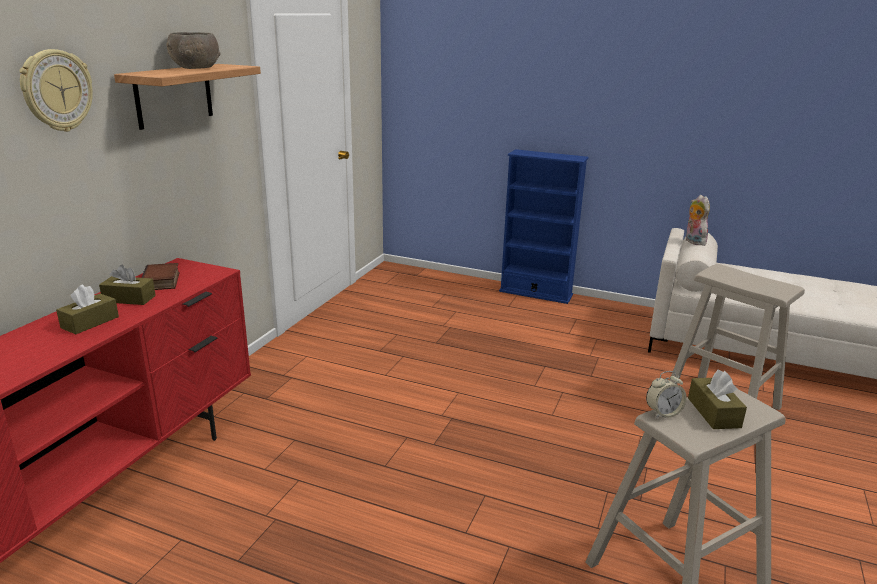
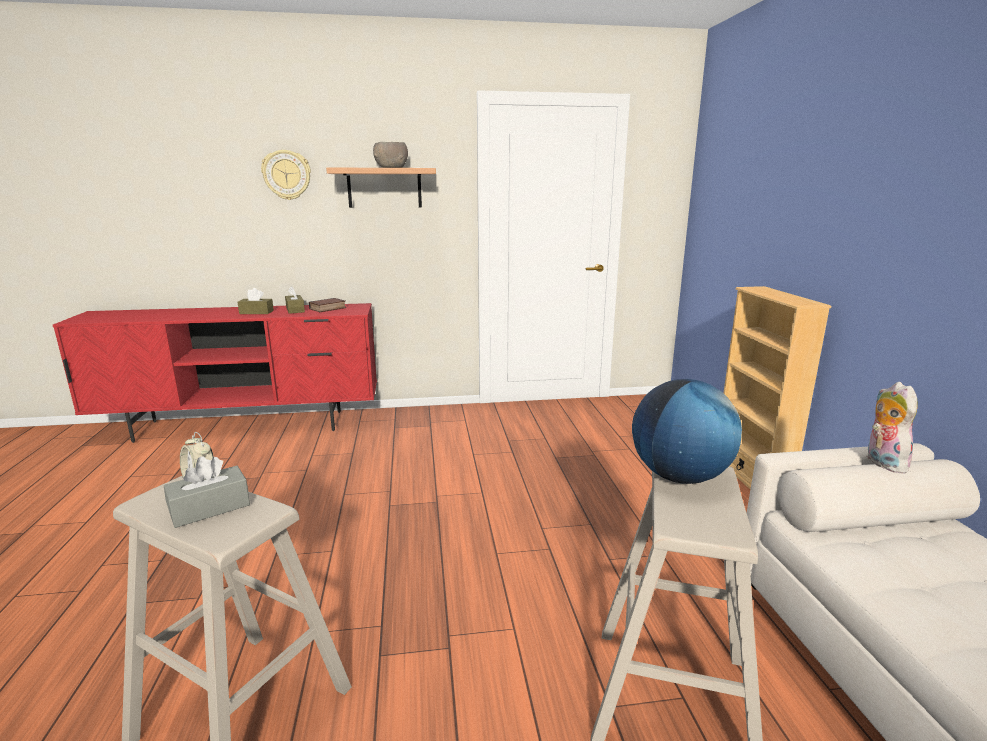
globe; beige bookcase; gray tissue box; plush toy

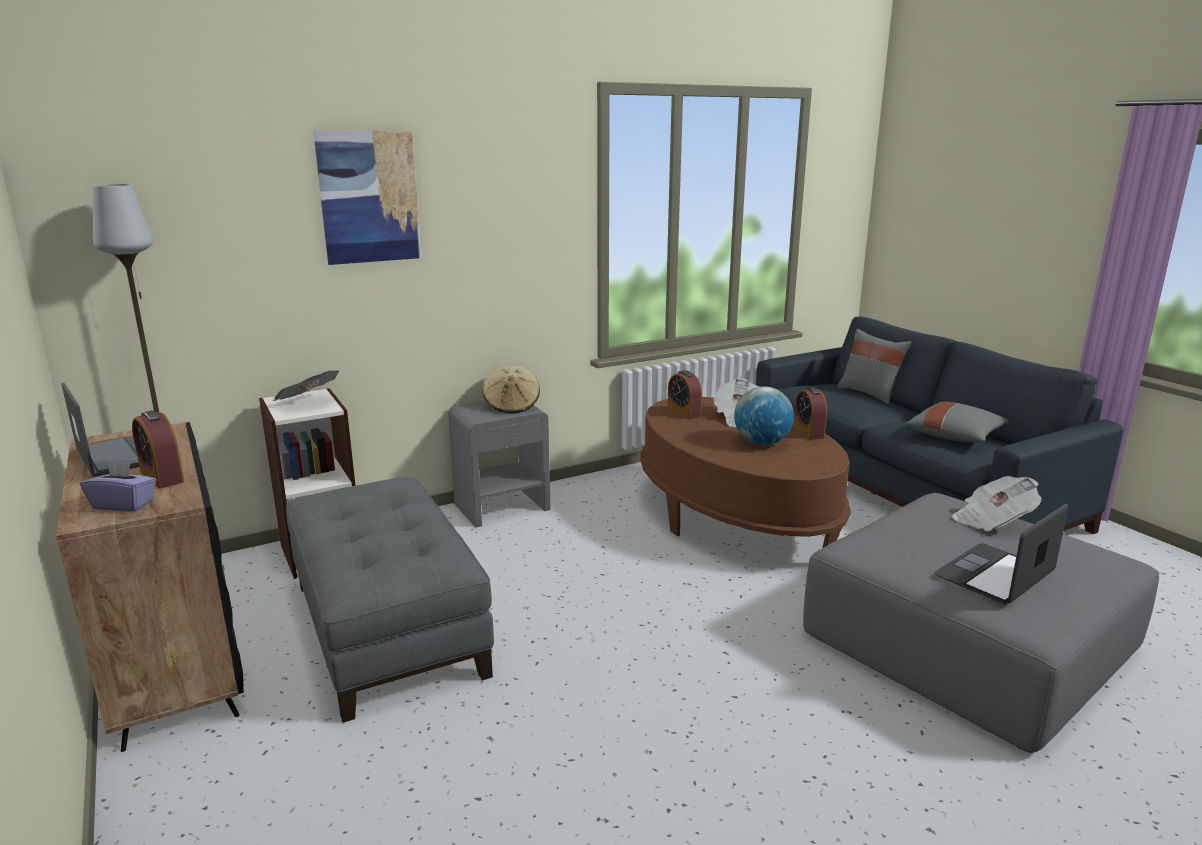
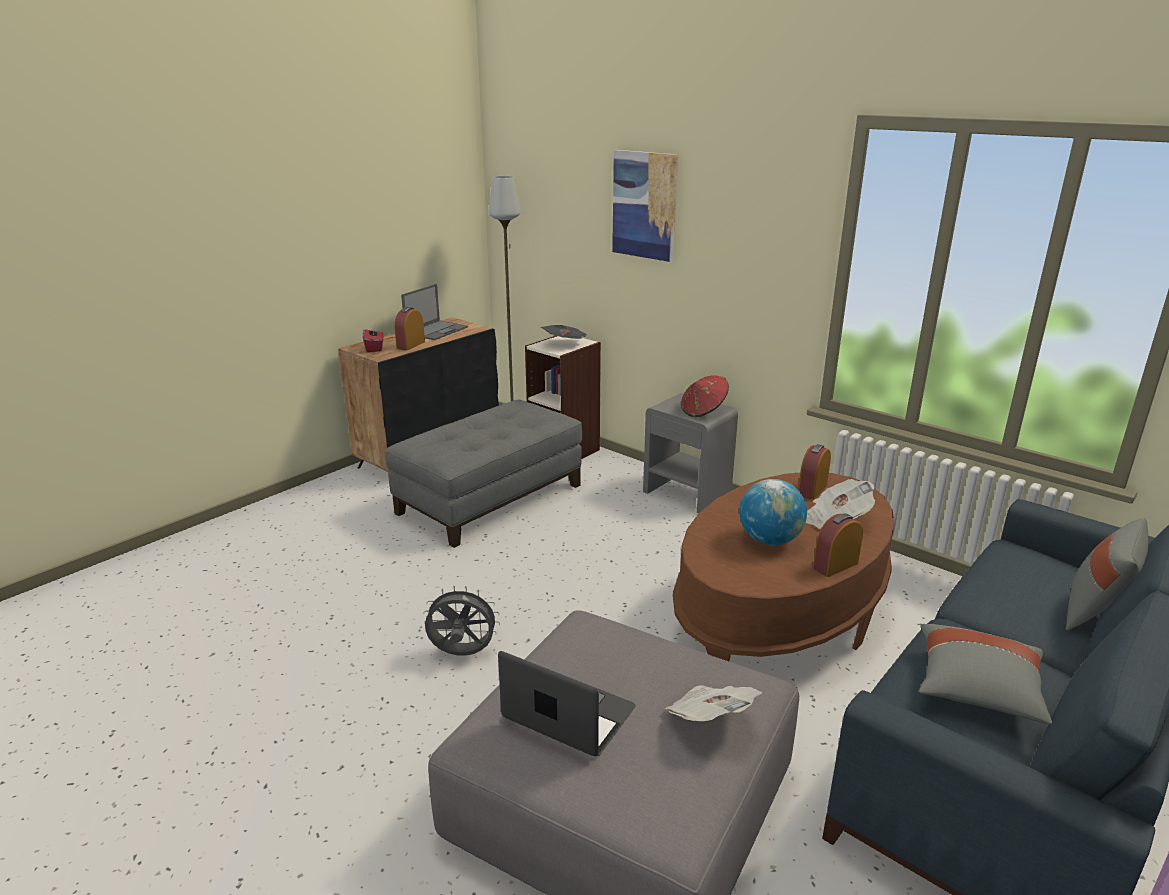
gray cooling fan; red-coloured tissue box; red-coloured wearable hat

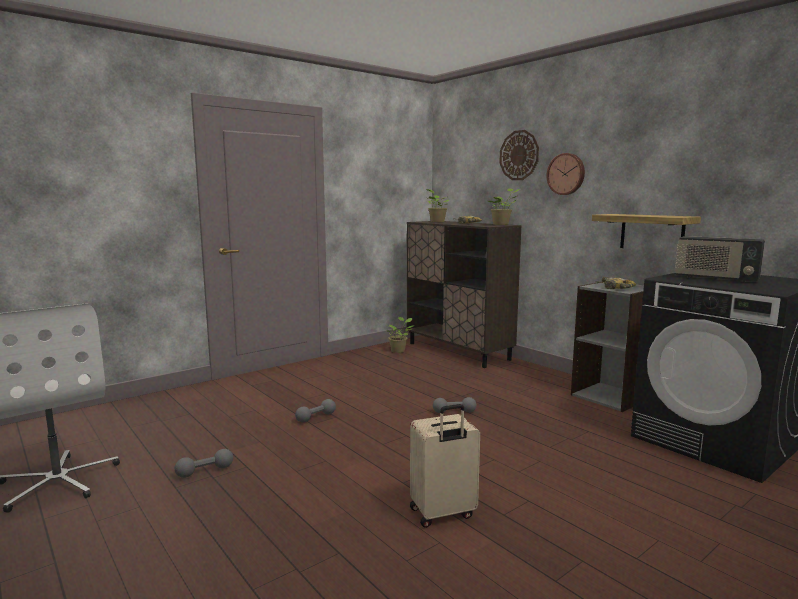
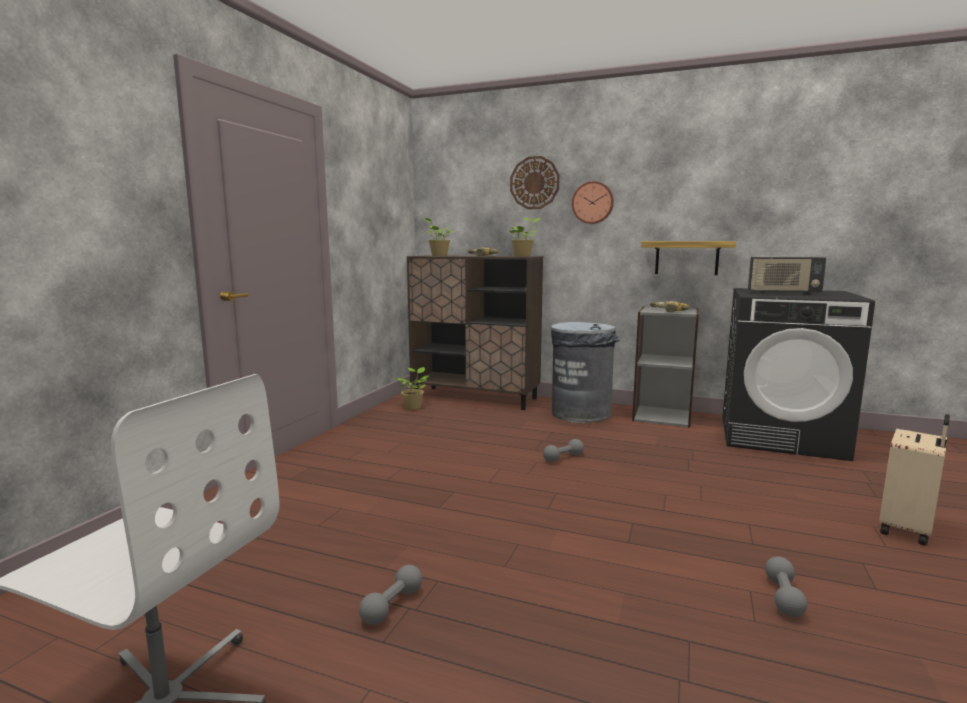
gray trash can; gray dumbbell (no. 3 from left); beige travel case

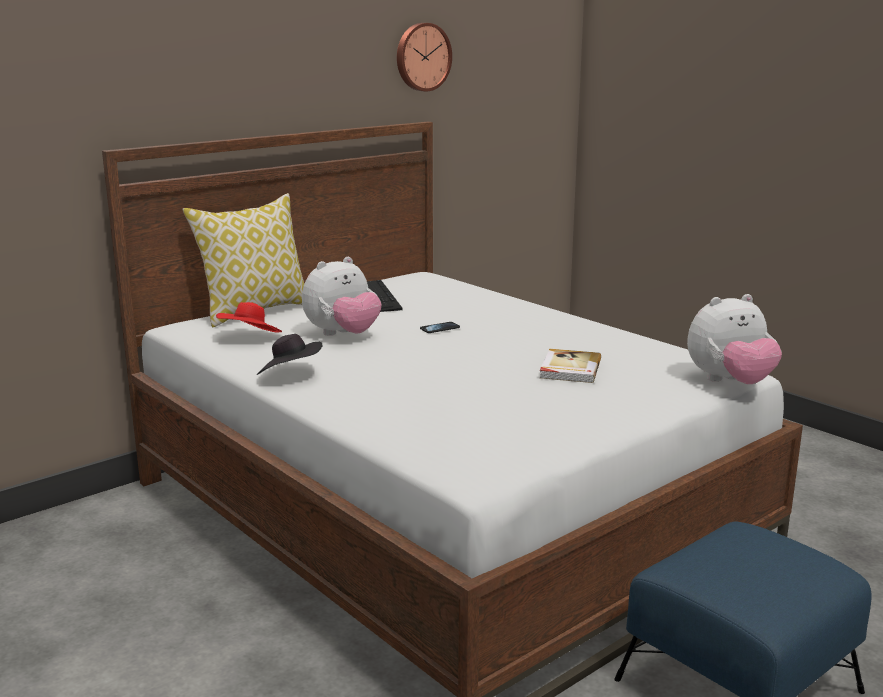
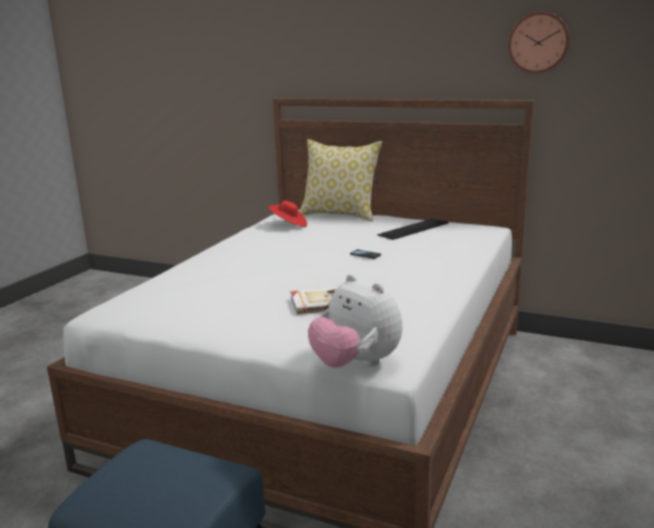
black-coloured wearable hat; plush toy (no. 1 from left in the first image)

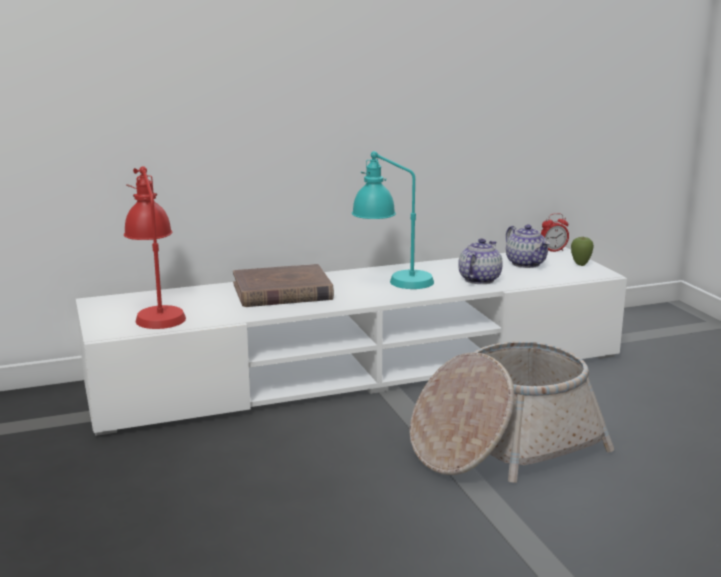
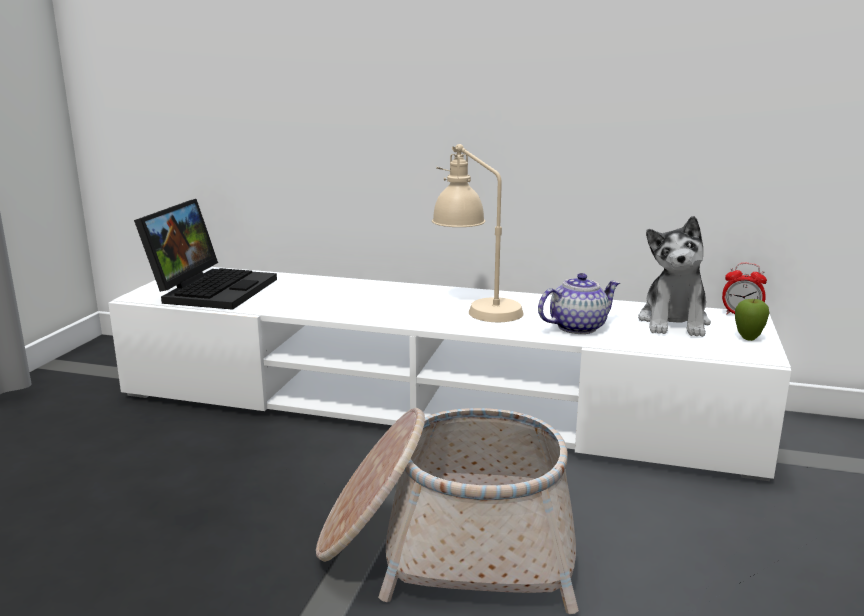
brownish book; portable computer; plush toy; beige lamp for a table

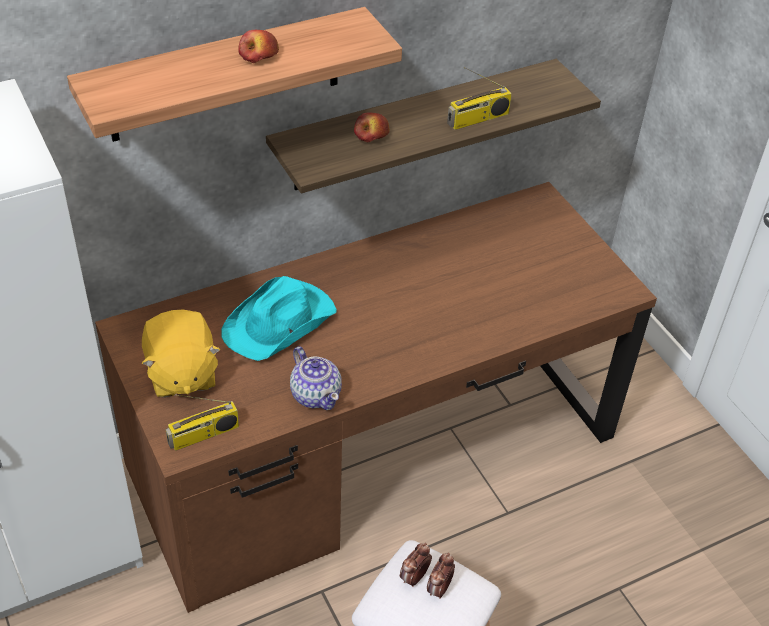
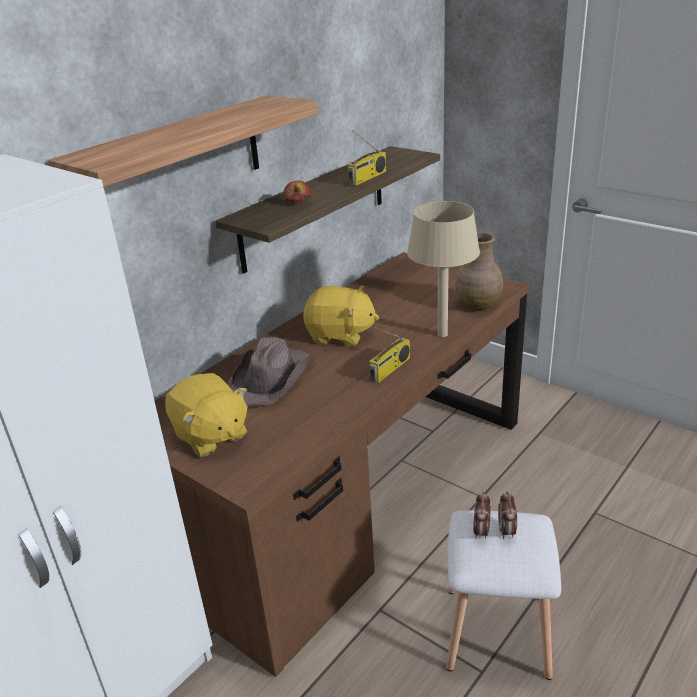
apple (no. 1 from left in the first image); teapot; yellow-coloured plush toy (no. 2 from left); beige lamp for a table; brownish flower vase; radio set (no. 2 from left); brownish wearable hat

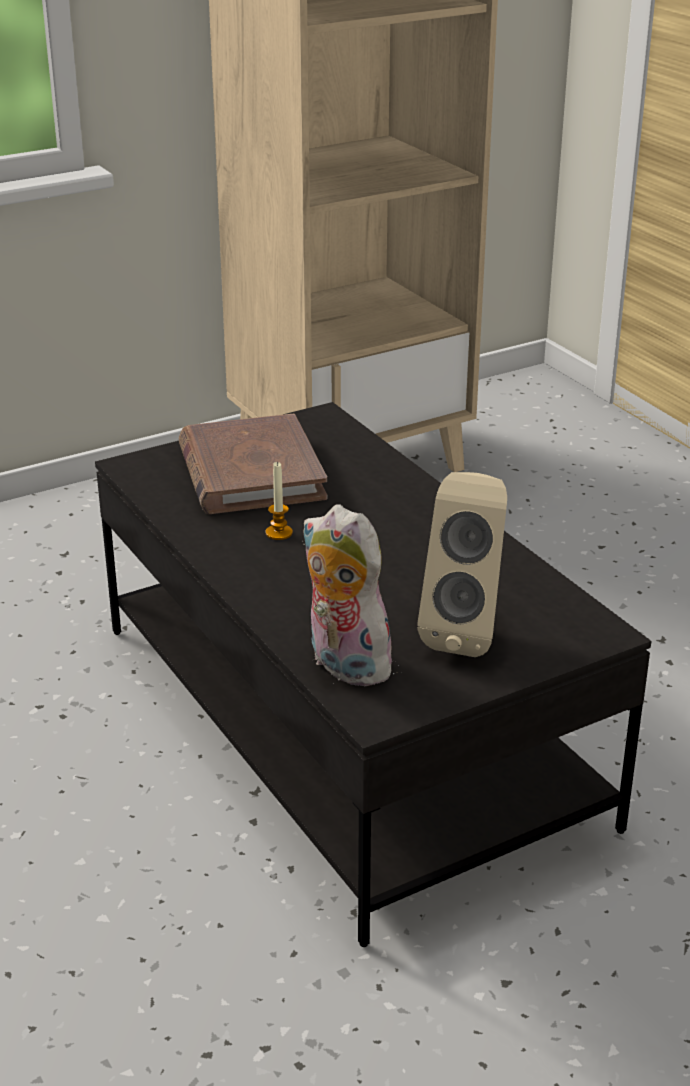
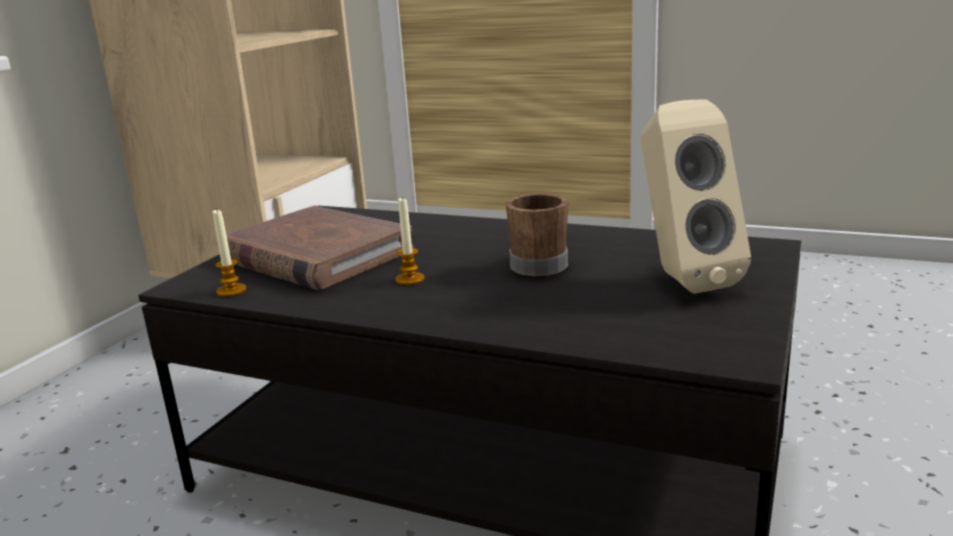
plush toy; wax candle (no. 1 from left); brownish coffee mug

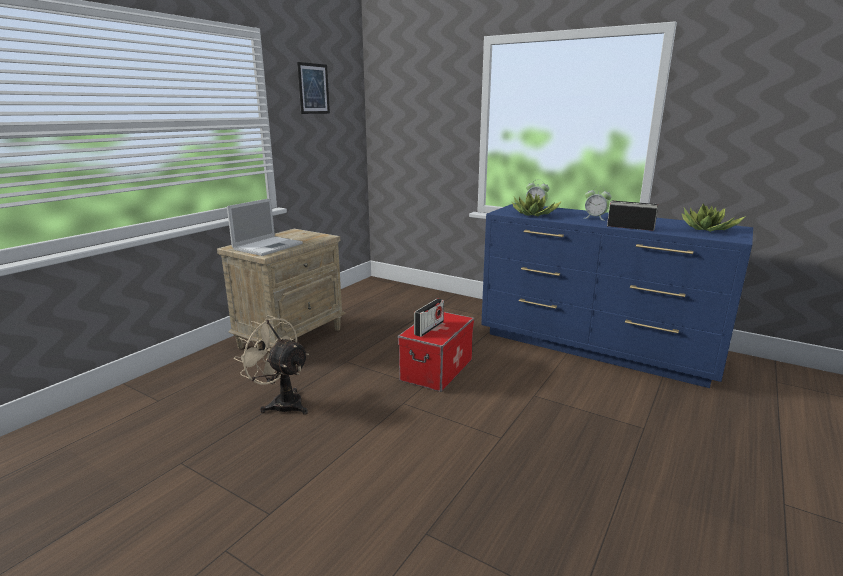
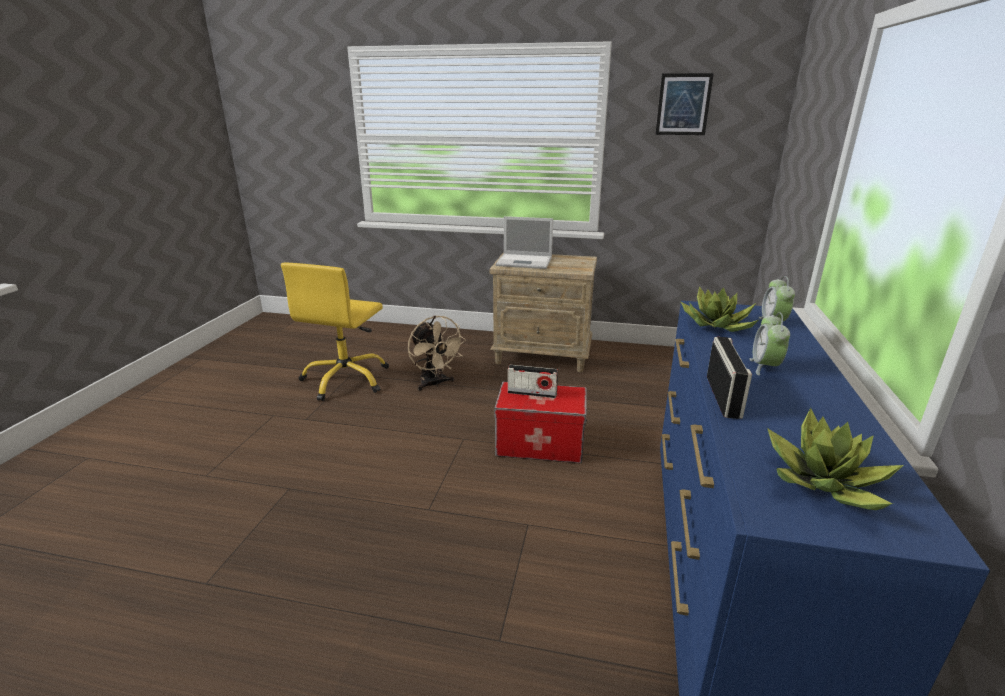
yellow-coloured computer chair; beige cooling fan

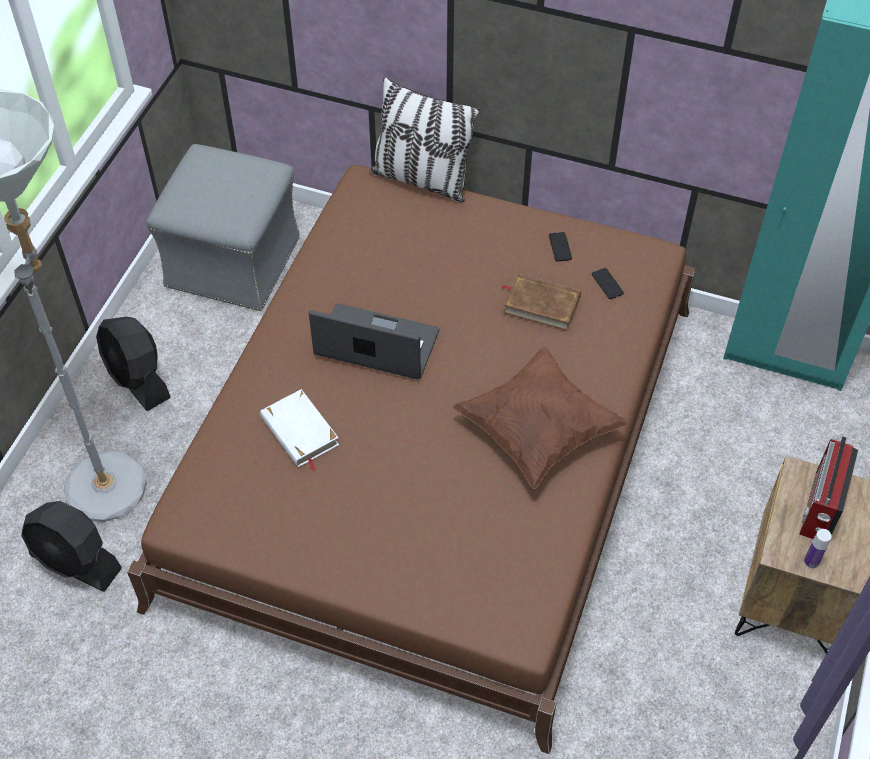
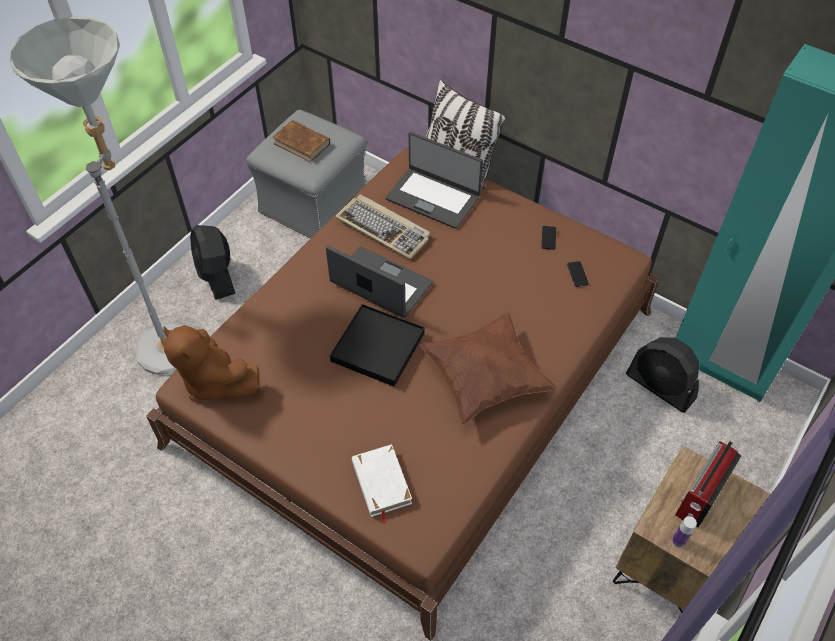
brownish plush toy; black-coloured carrying tray; PC keyboard; portable computer (no. 2 from left); black-coloured cooling fan (no. 2 from left); white-coloured book; brownish book

